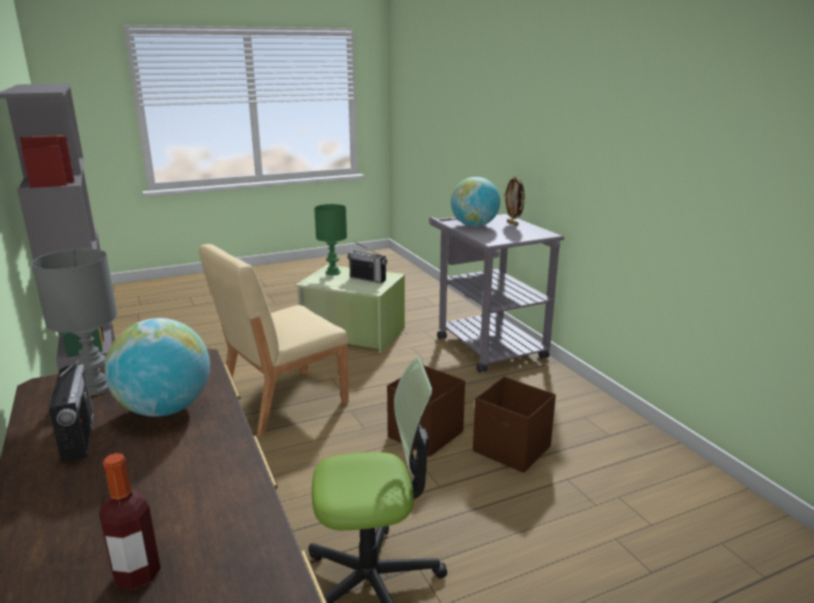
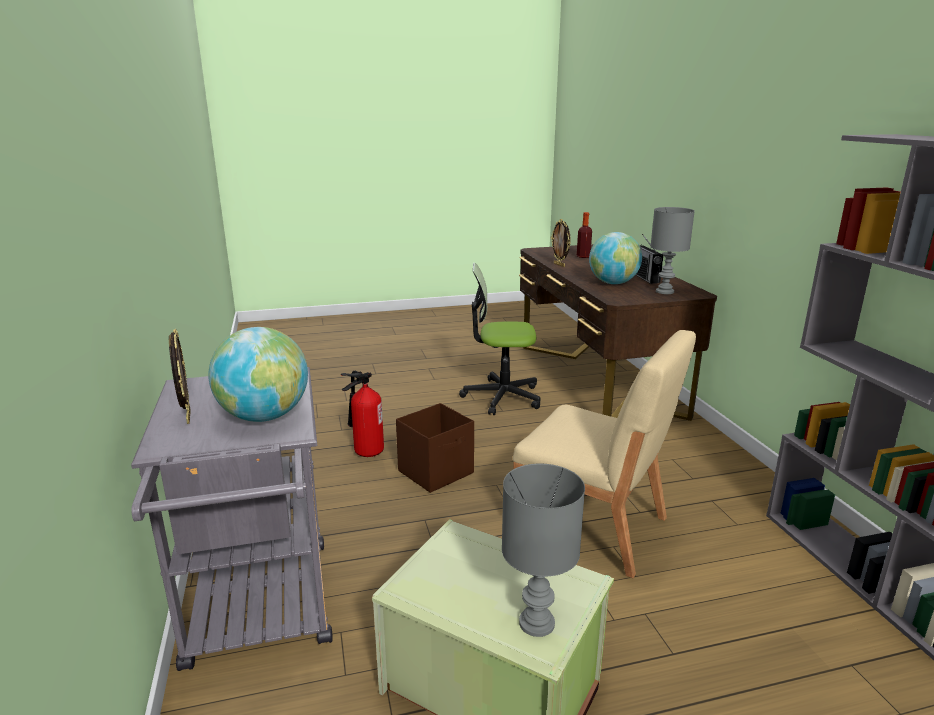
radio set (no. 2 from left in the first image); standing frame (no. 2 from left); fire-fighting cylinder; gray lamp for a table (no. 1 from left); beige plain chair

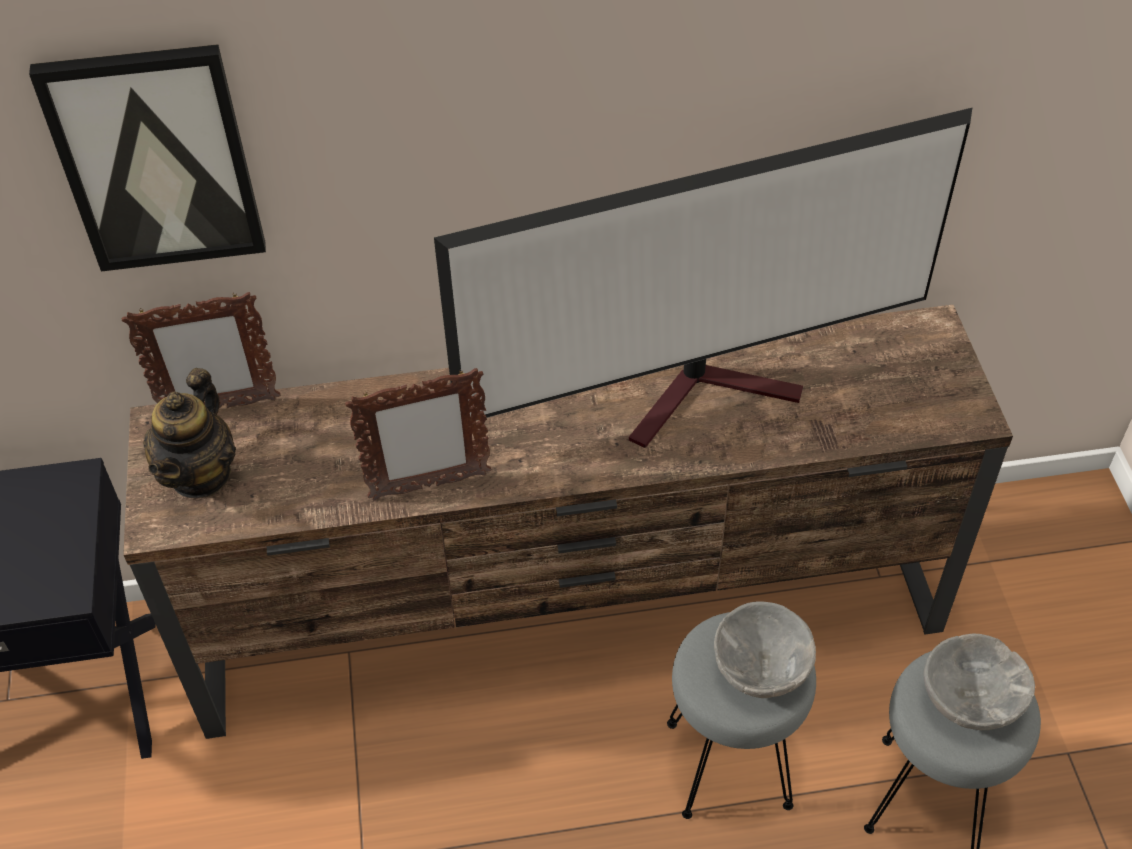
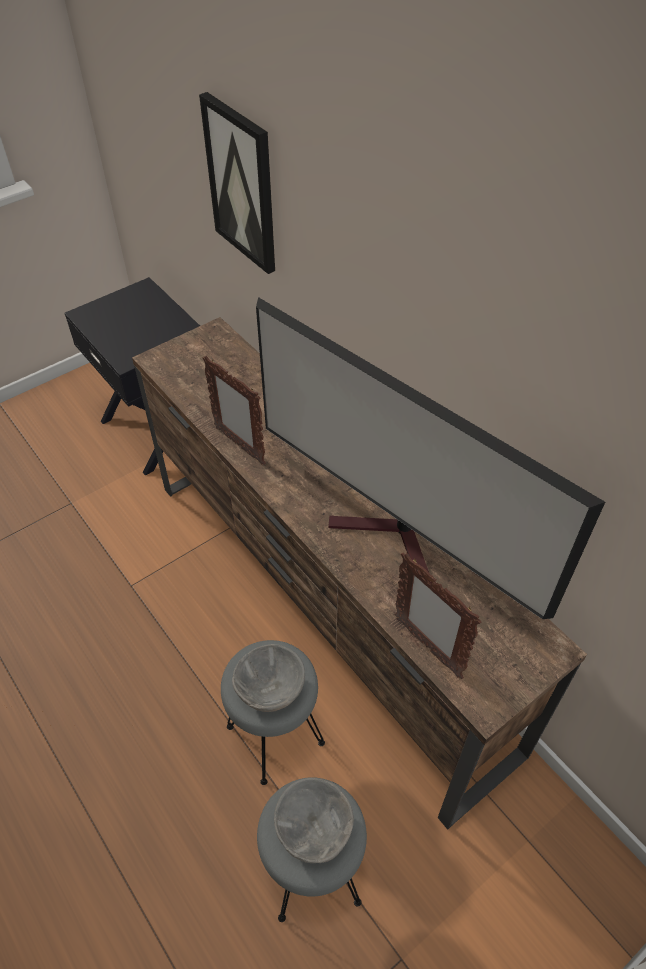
teapot; standing frame (no. 2 from left)

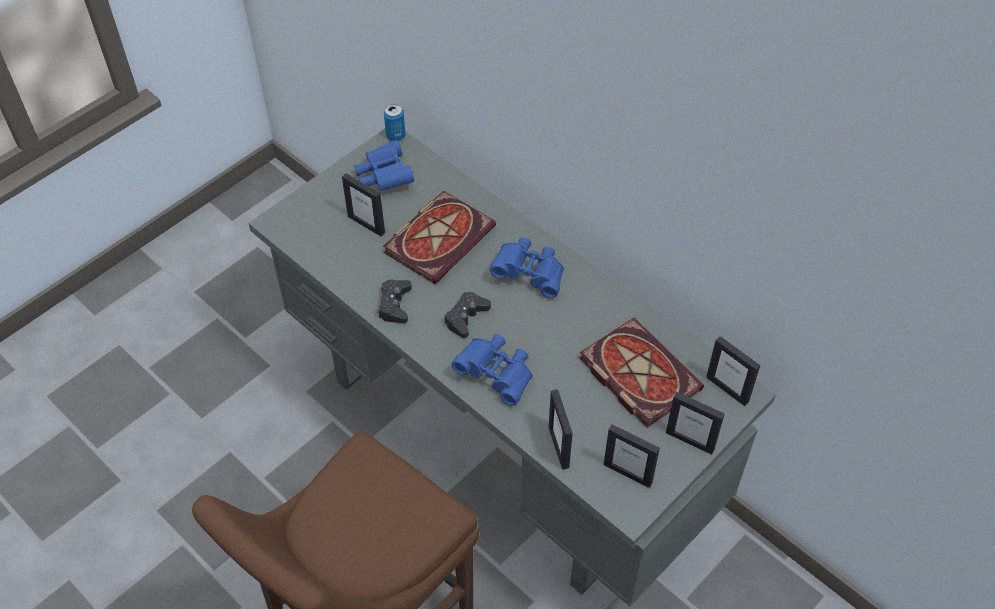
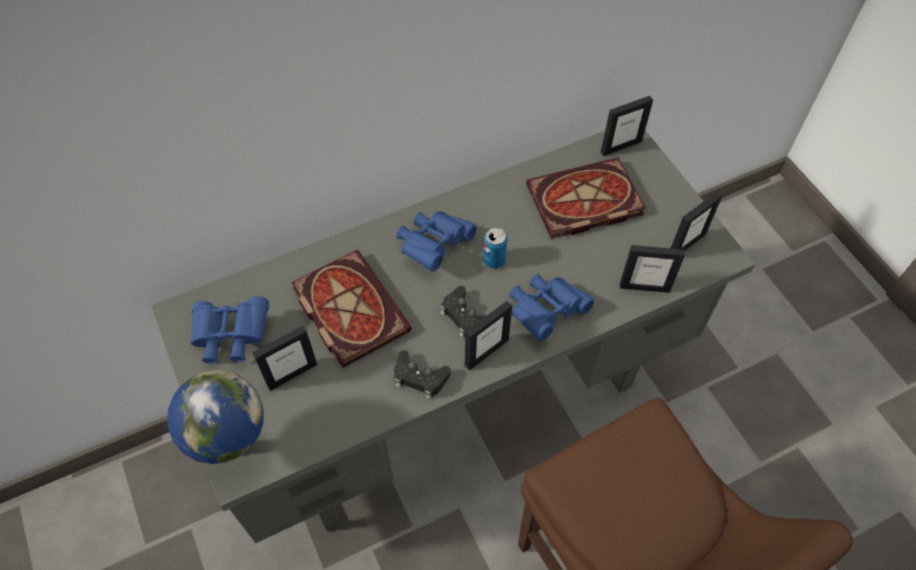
globe; metal can; standing frame (no. 2 from left)

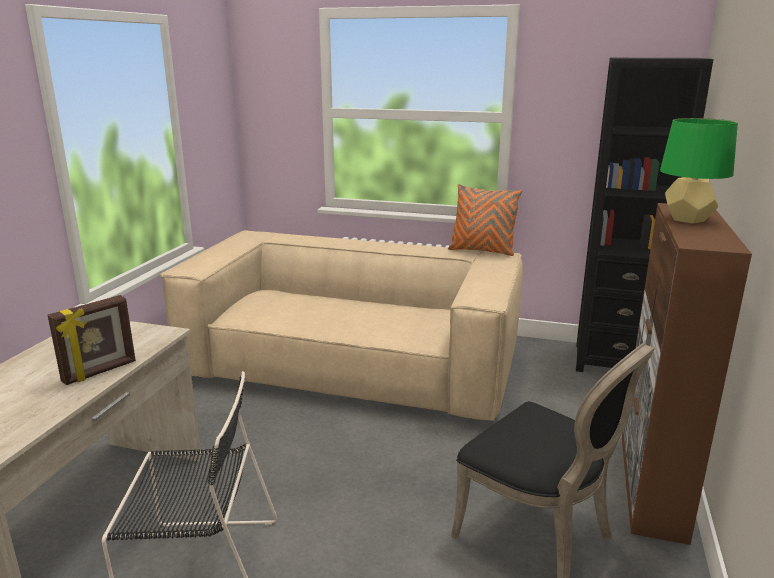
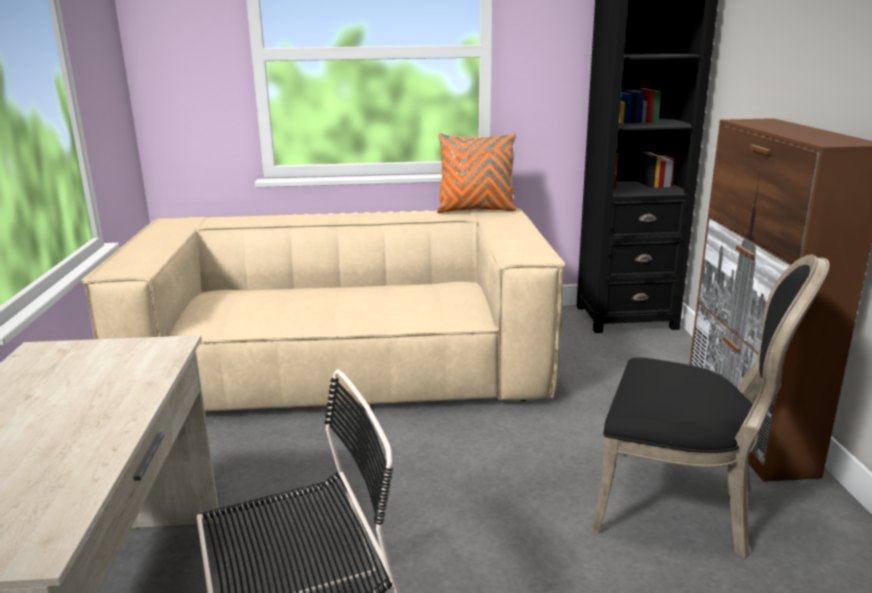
standing frame; green lamp for a table

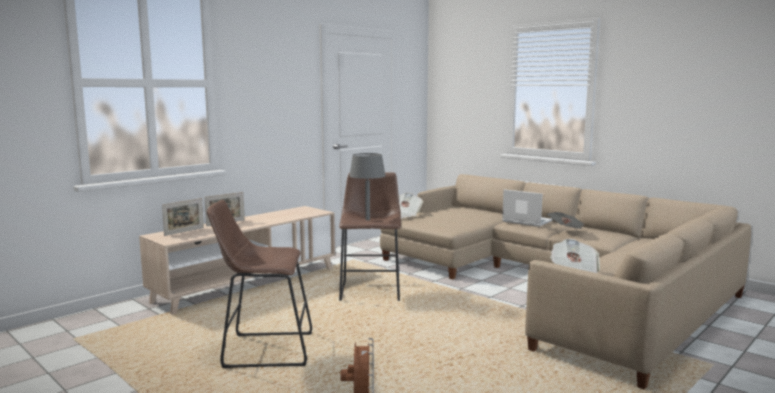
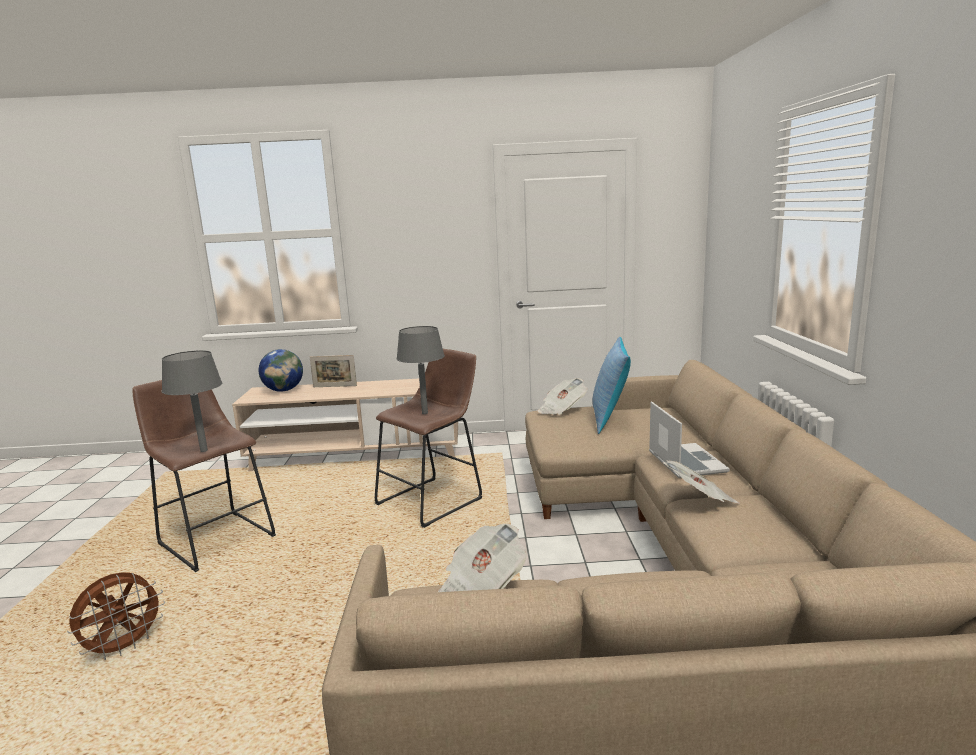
gray lamp for a table (no. 1 from left); pillow; globe

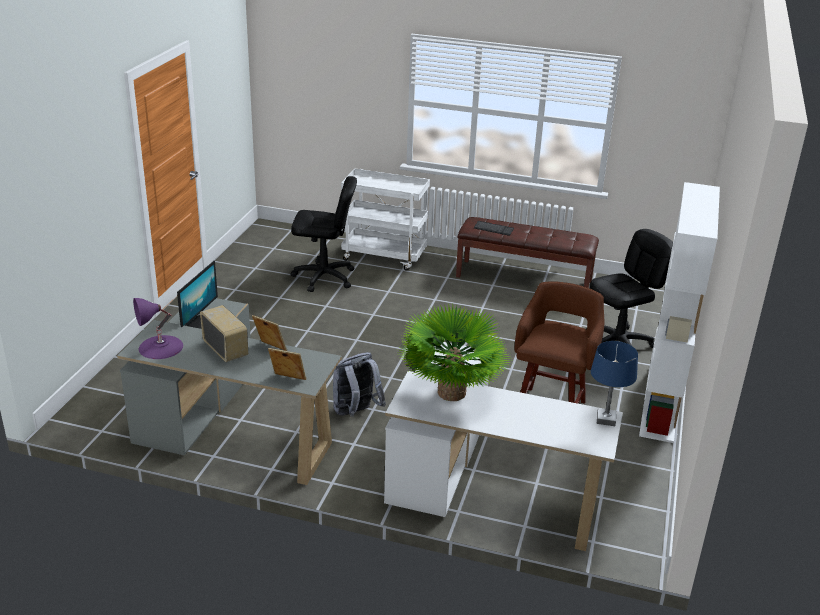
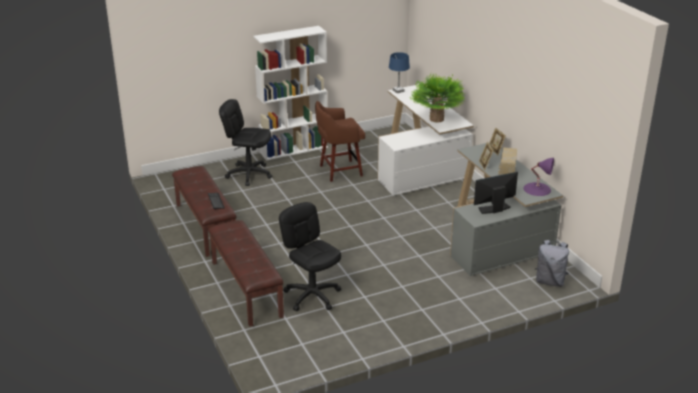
gray rucksack; brownish bench (no. 2 from left)

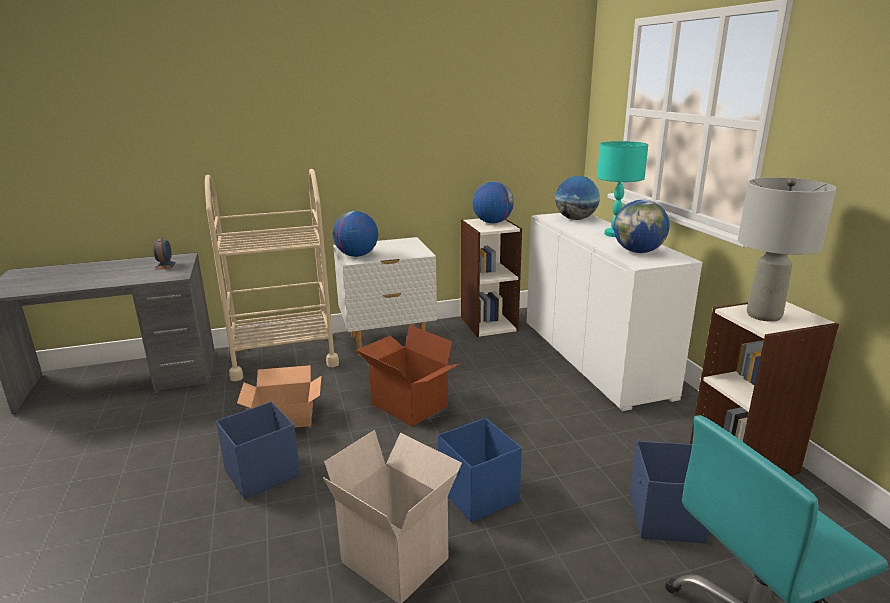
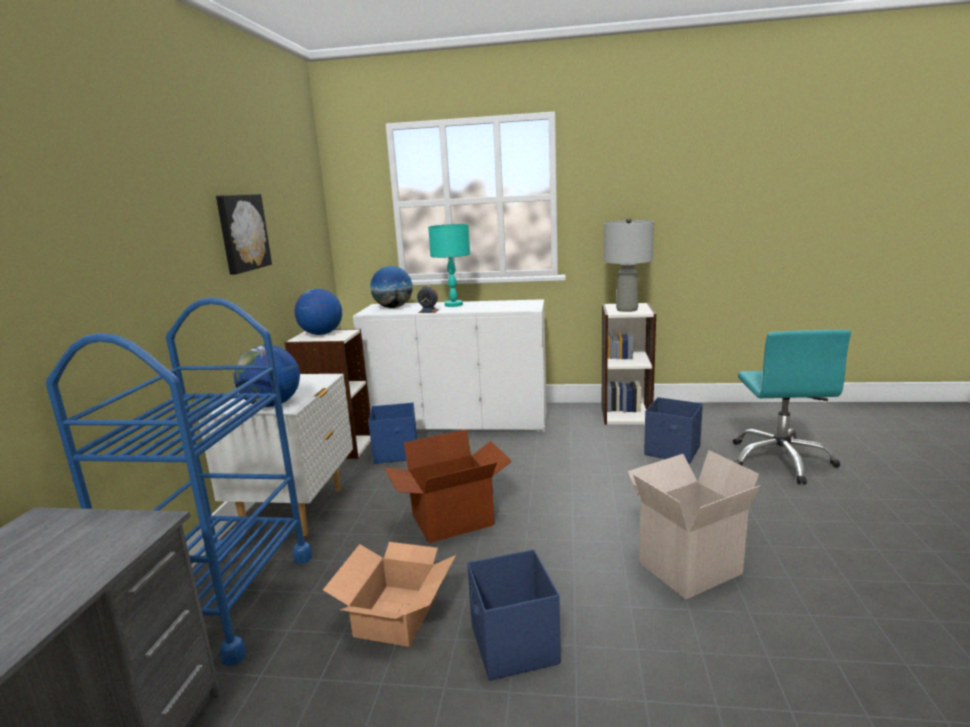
globe (no. 4 from left in the first image); wall picture; alarm clock; blue storage box (no. 1 from left); blue cart

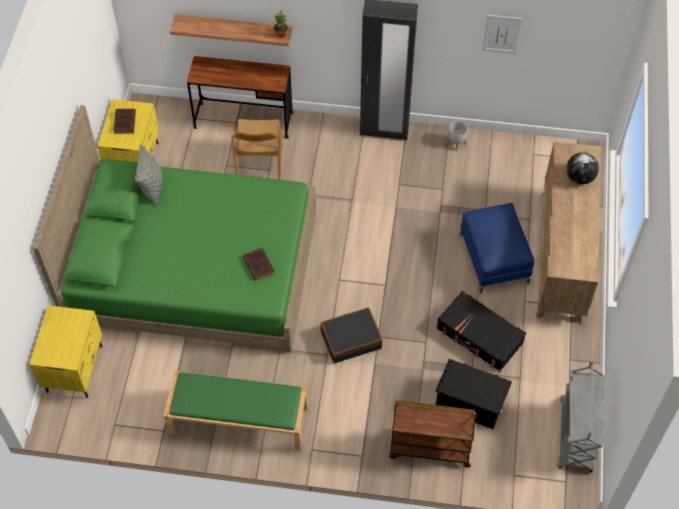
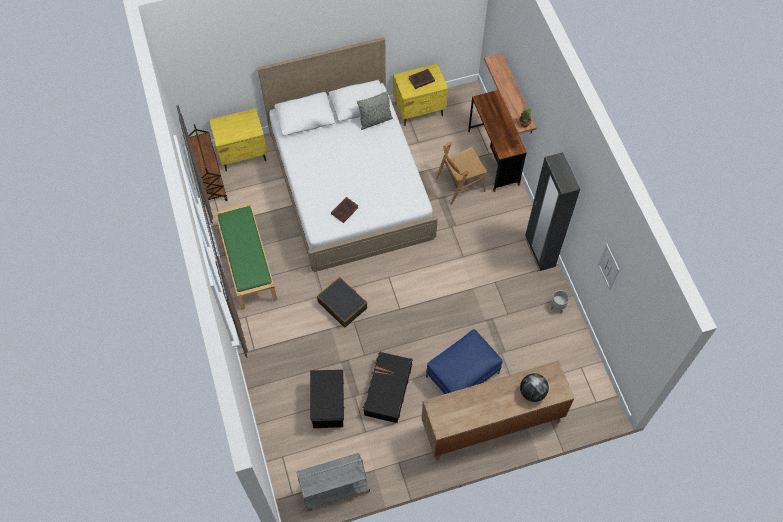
brownish cart; white-coloured sleeping bed

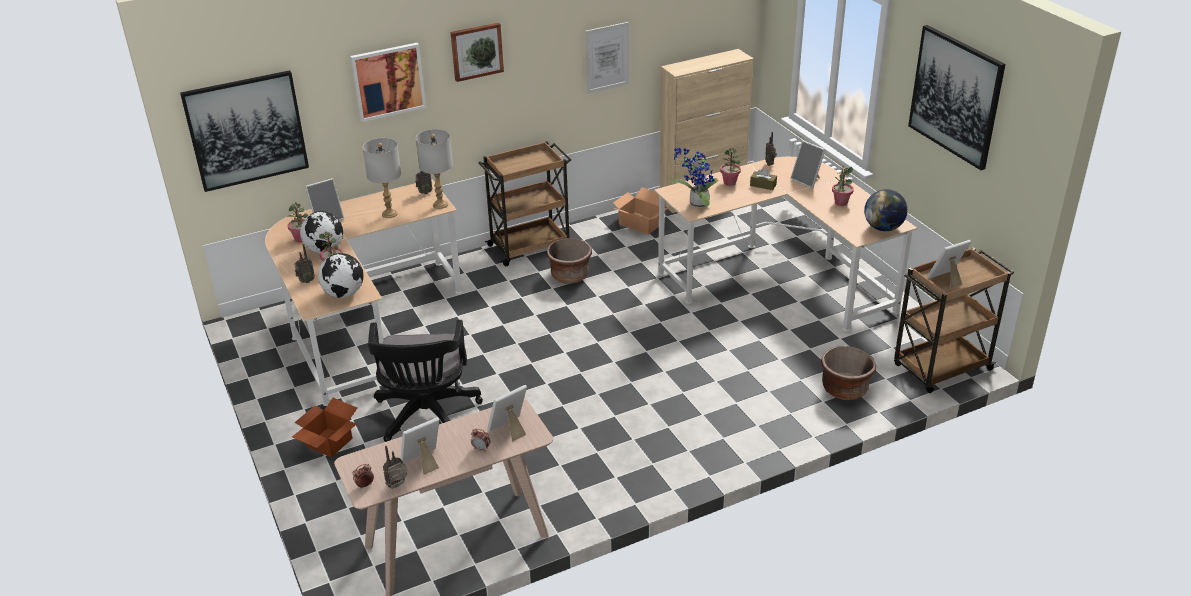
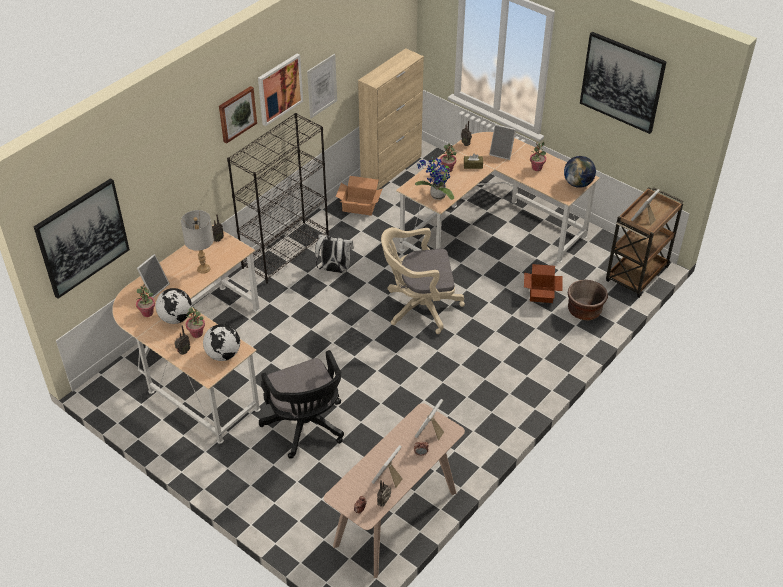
gray lamp for a table (no. 2 from left in the first image); beige computer chair; packing box (no. 2 from left); wall picture (no. 3 from left); black-coloured bookcase; white-coloured rucksack

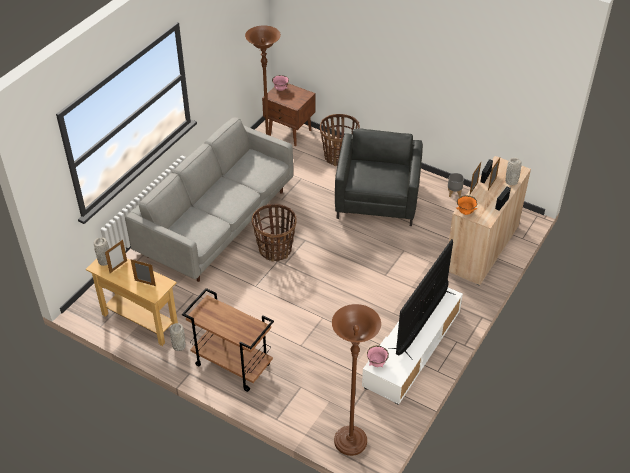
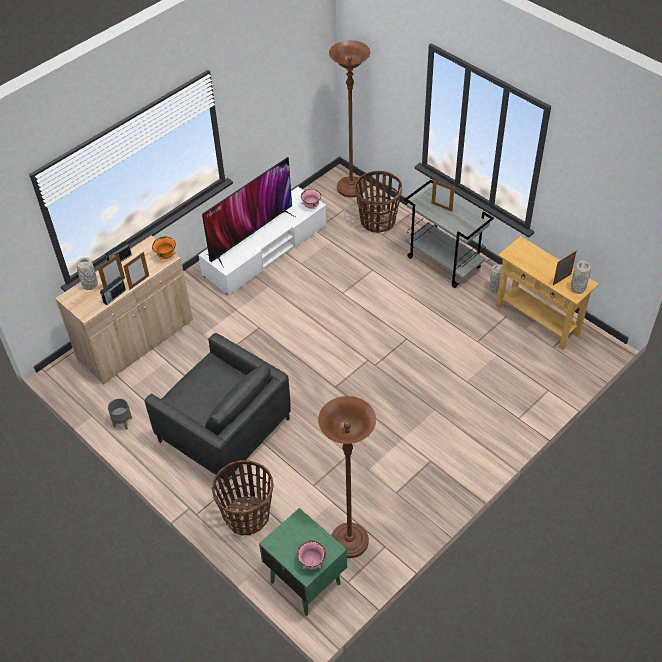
gray settee; standing frame (no. 3 from left); storage basket (no. 2 from left); gray cart; green bedside table; gray lounge chair

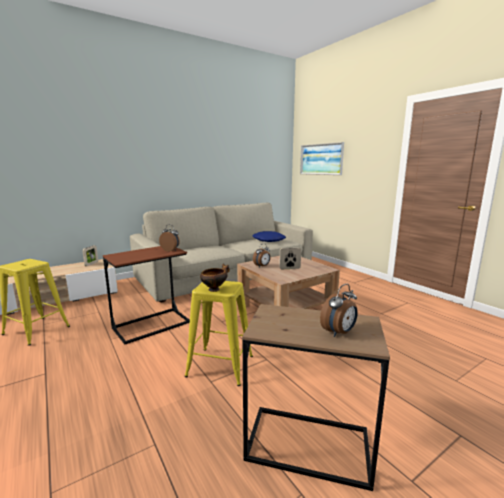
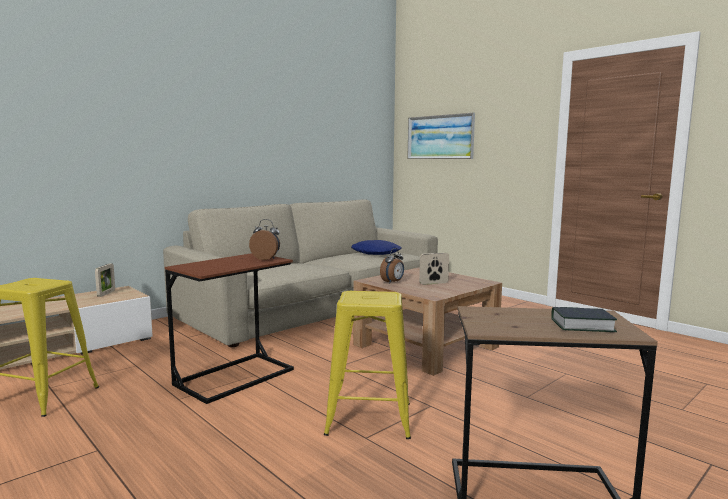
serving bowl; book

